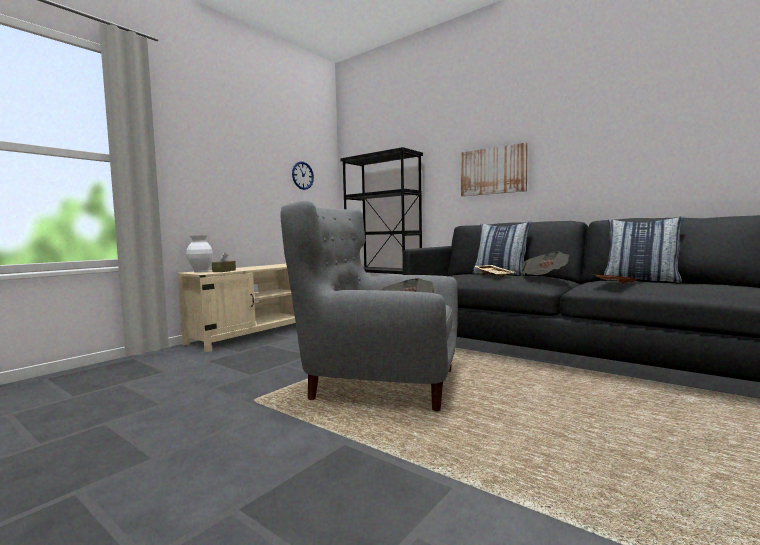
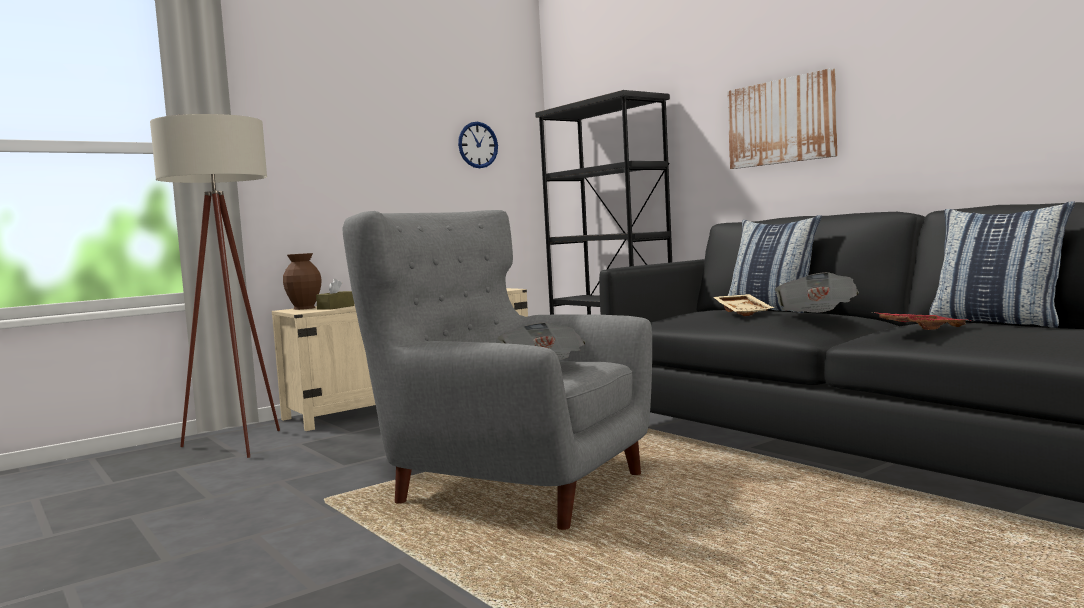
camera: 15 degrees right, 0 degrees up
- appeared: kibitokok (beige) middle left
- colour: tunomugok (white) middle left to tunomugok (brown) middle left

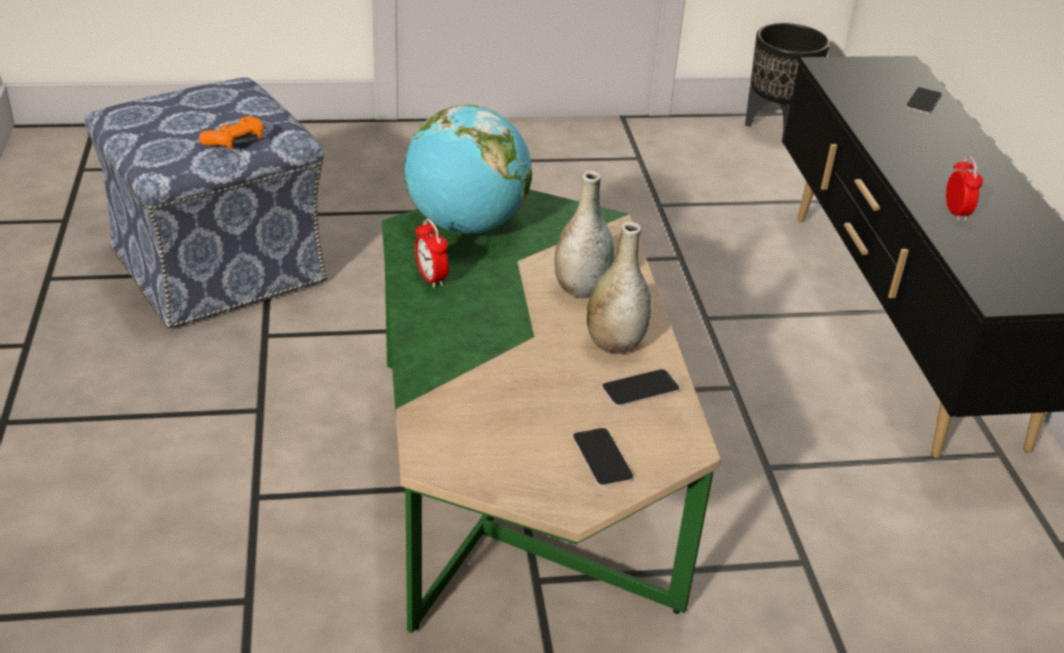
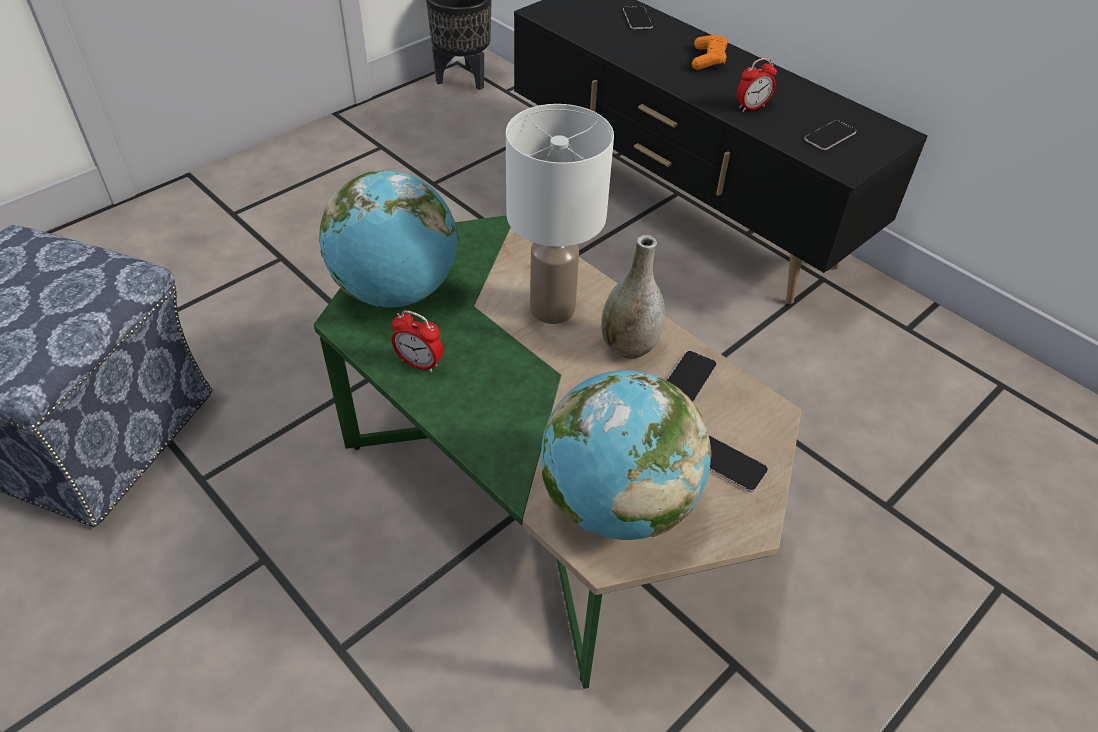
camera: 35 degrees left, 10 degrees up
- exchanged: tunomugok (grey) (no. 1 from left) centre to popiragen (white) top centre
- appeared: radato (no. 2 from left) centre
- relocated: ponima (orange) top left to top centre
- spun: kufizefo (no. 2 from left) top right = top right 105 degrees clockwise
- appeared: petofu (no. 4 from left) top right

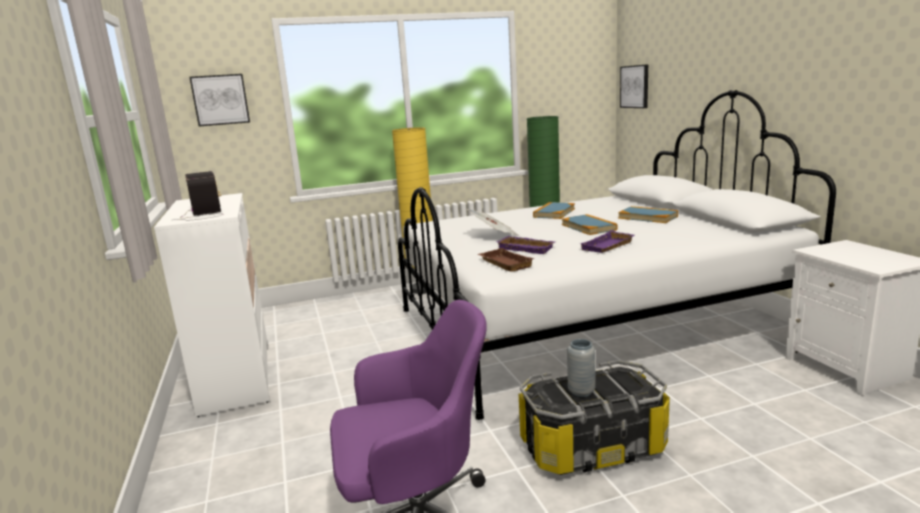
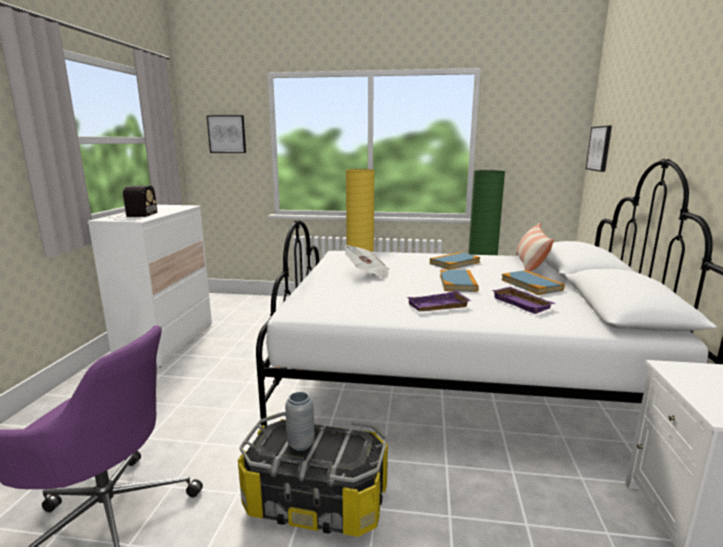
camera: 25 degrees right, 0 degrees up
- relocated: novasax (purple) (no. 1 from left in the first image) centre to novasax (purple) (no. 2 from left) middle right
- appeared: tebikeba middle right
- missing: novasax (brown) centre

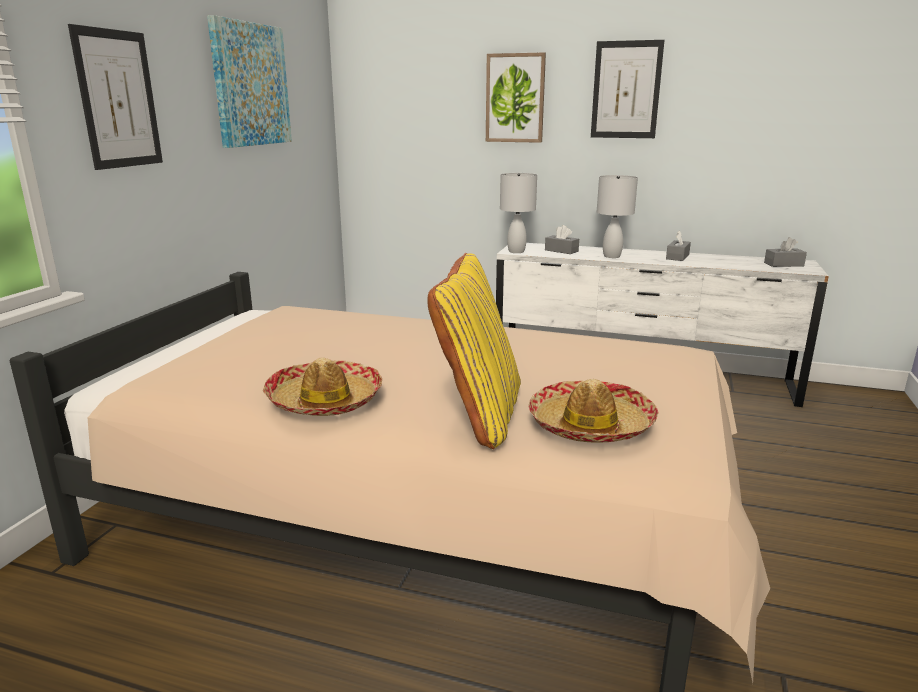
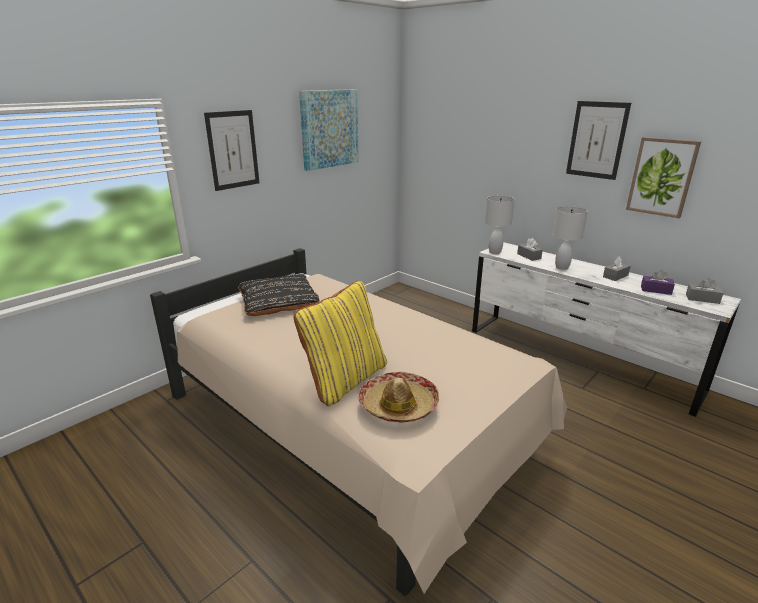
camera: 25 degrees right, 5 degrees up
- appeared: tebikeba (black) centre
- relocated: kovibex (no. 3 from left in the first image) top centre to kovibex (no. 4 from left) top right
- appeared: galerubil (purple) middle right
- missing: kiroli (no. 1 from left) centre

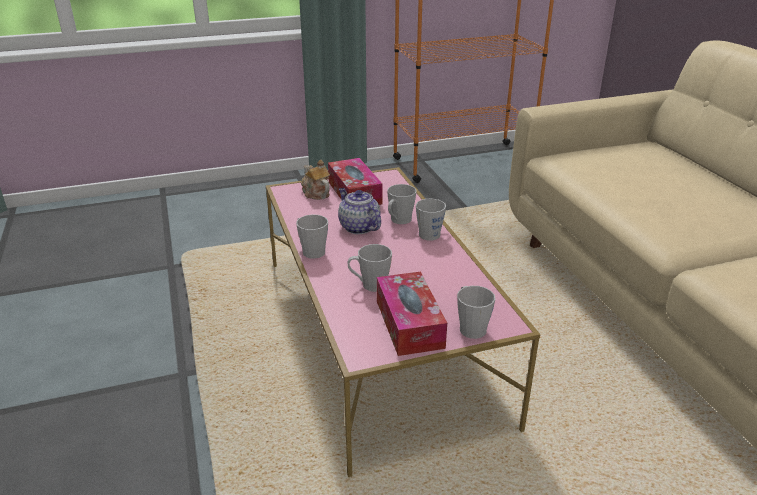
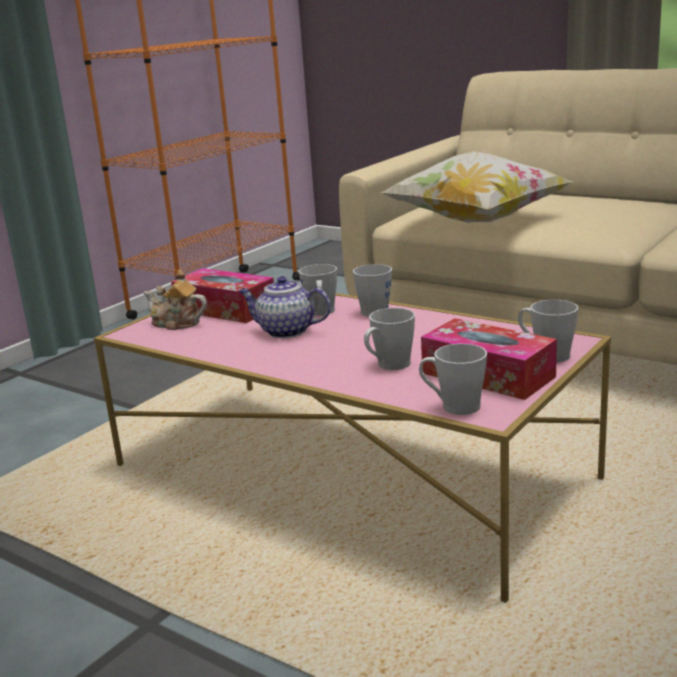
camera: 35 degrees left, 10 degrees down
- appeared: tebikeba top right
- relocated: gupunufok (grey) (no. 1 from left in the first image) centre to gupunufok (grey) (no. 4 from left) middle right

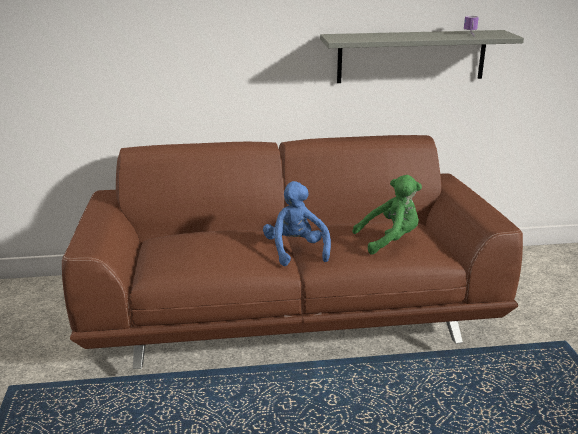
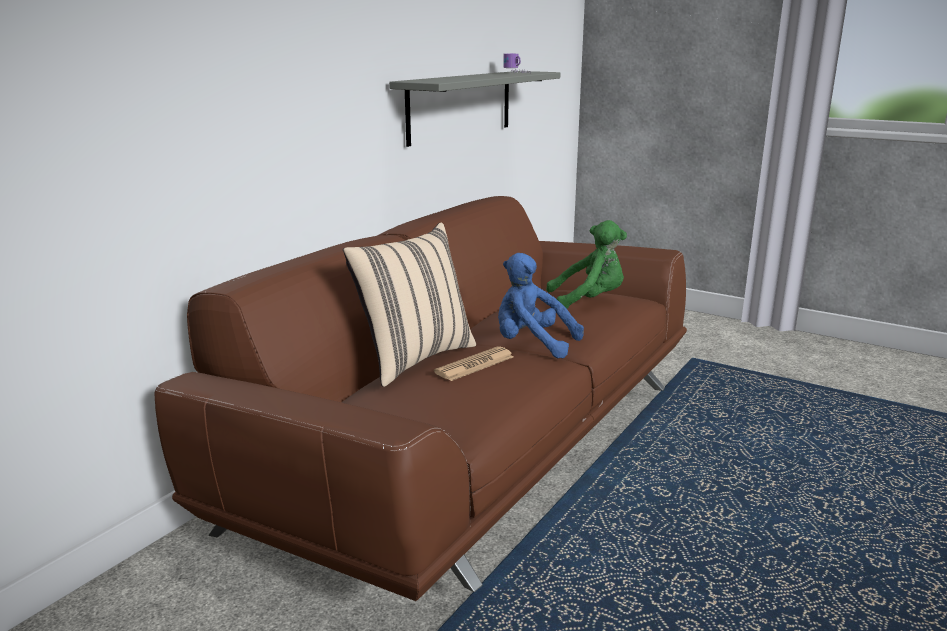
camera: 50 degrees left, 5 degrees down
- appeared: tebikeba (beige) centre
- appeared: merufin centre
- spun: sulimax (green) middle right = centre 60 degrees clockwise

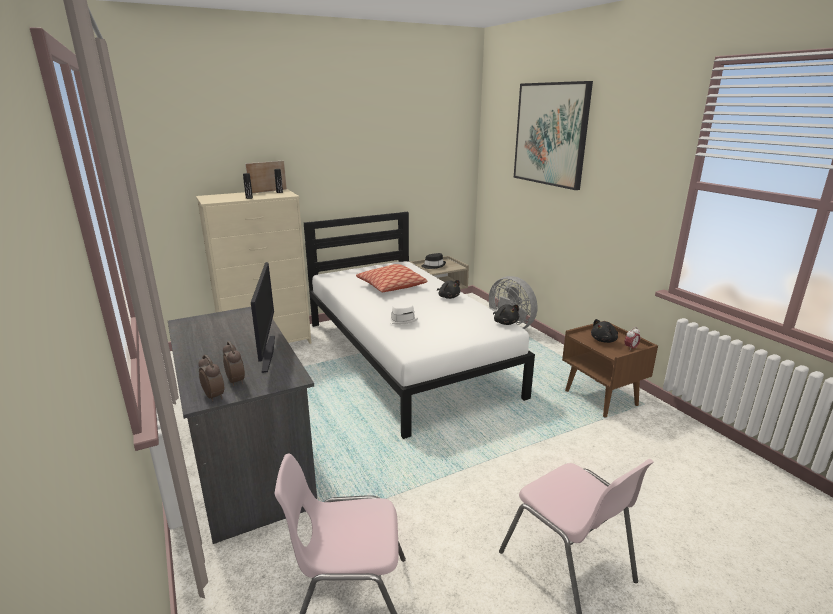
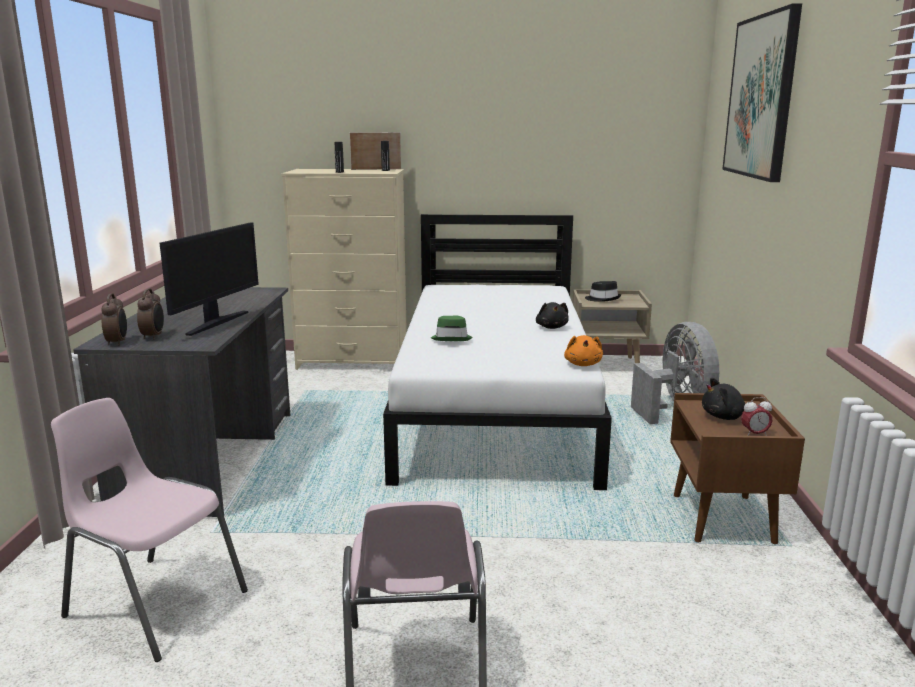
camera: 30 degrees right, 5 degrees down
- colour: kiroli (white) centre to kiroli (green) centre
- colour: sulimax (black) (no. 2 from left) centre to sulimax (orange) centre
- missing: tebikeba centre

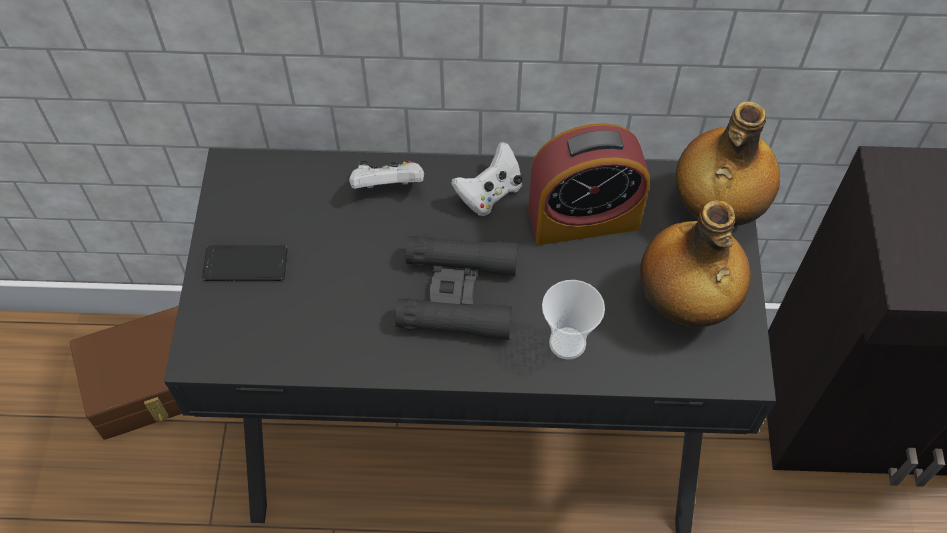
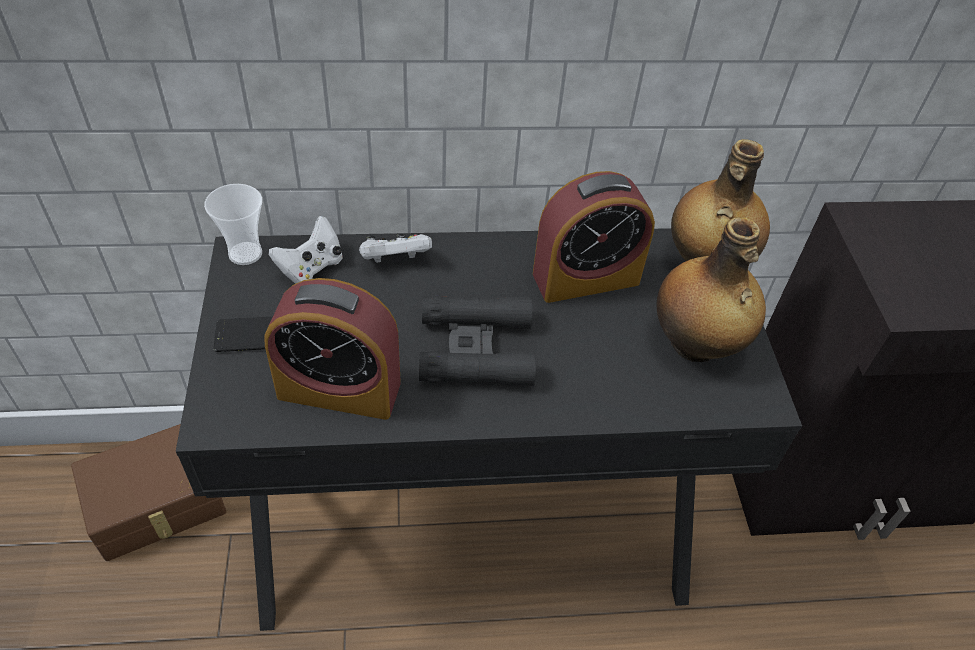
camera: 10 degrees left, 10 degrees down
- relocated: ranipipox centre to middle left
- appeared: kufizefo (no. 1 from left) centre
- relocated: ponima (white) (no. 2 from left in the first image) centre to ponima (white) (no. 1 from left) middle left

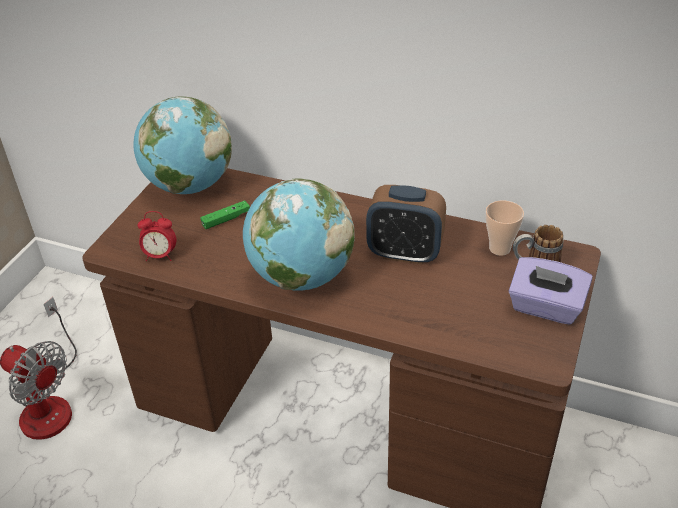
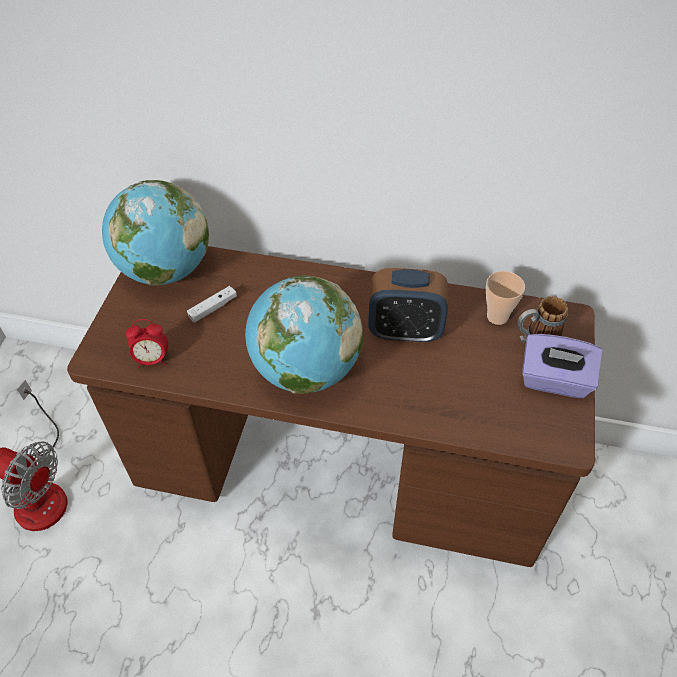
camera: 10 degrees left, 10 degrees up
- colour: ponima (green) middle left to ponima (white) middle left

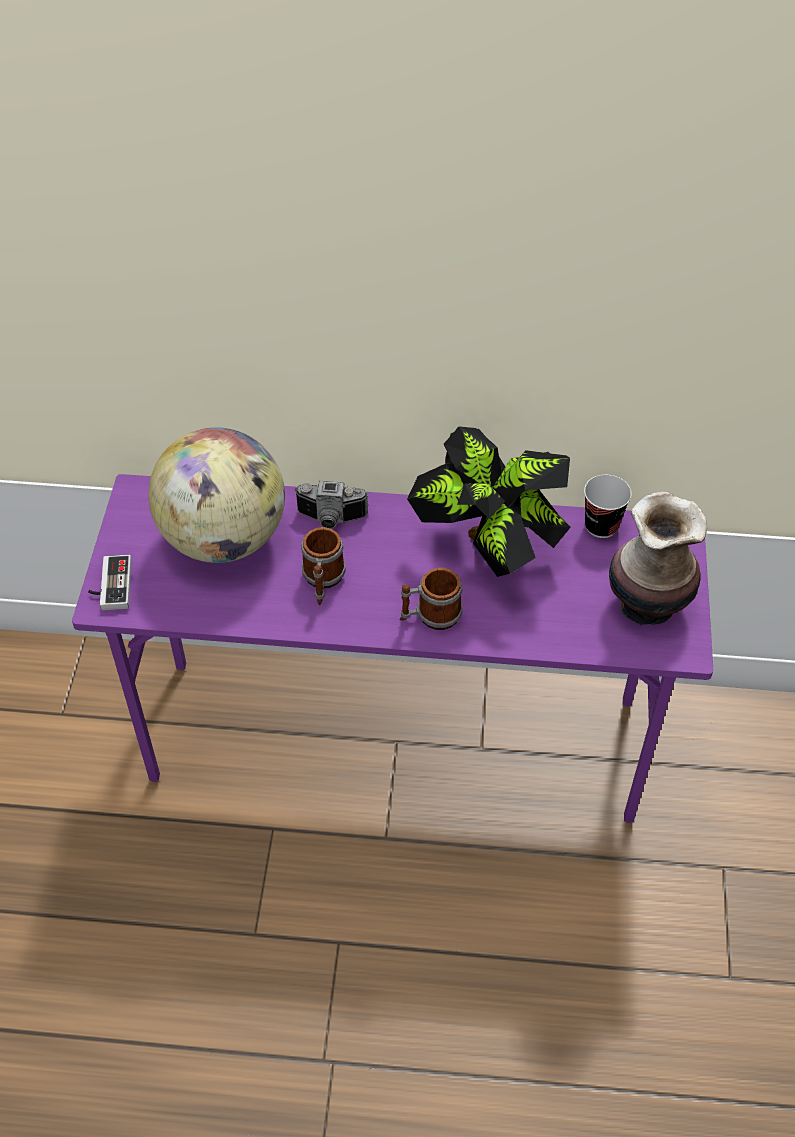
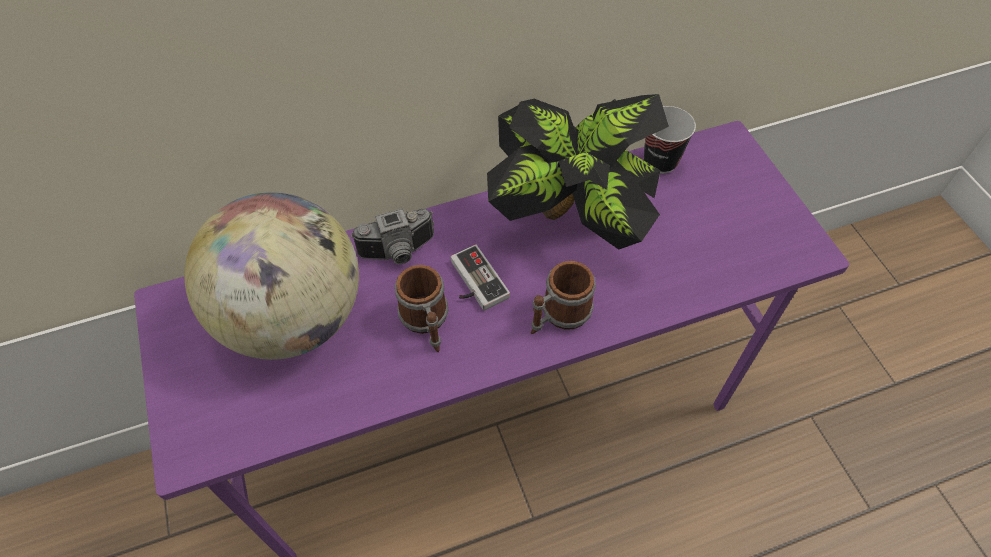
camera: 25 degrees left, 5 degrees up
- relocated: ponima middle left to centre
- missing: tunomugok middle right

